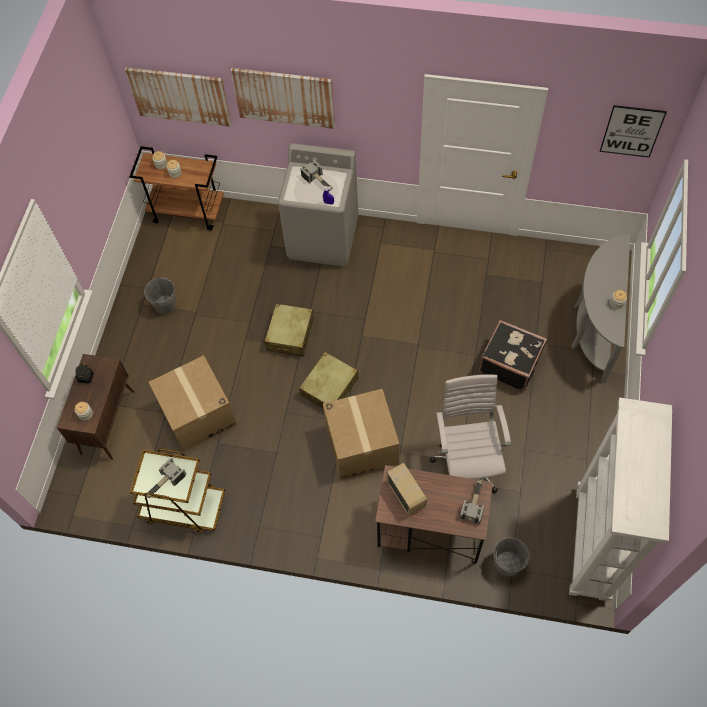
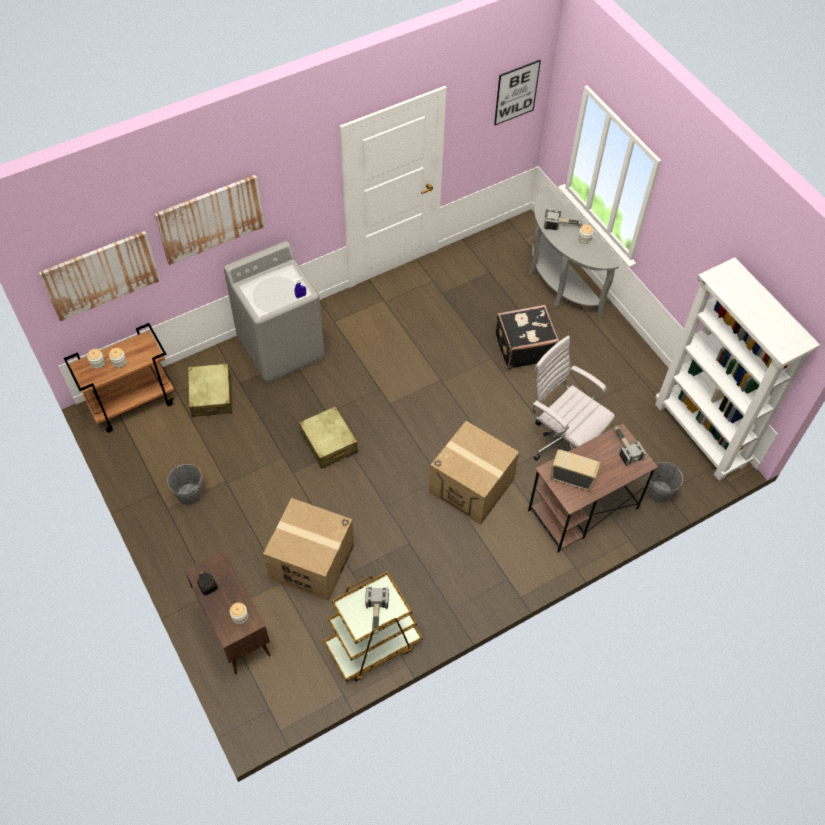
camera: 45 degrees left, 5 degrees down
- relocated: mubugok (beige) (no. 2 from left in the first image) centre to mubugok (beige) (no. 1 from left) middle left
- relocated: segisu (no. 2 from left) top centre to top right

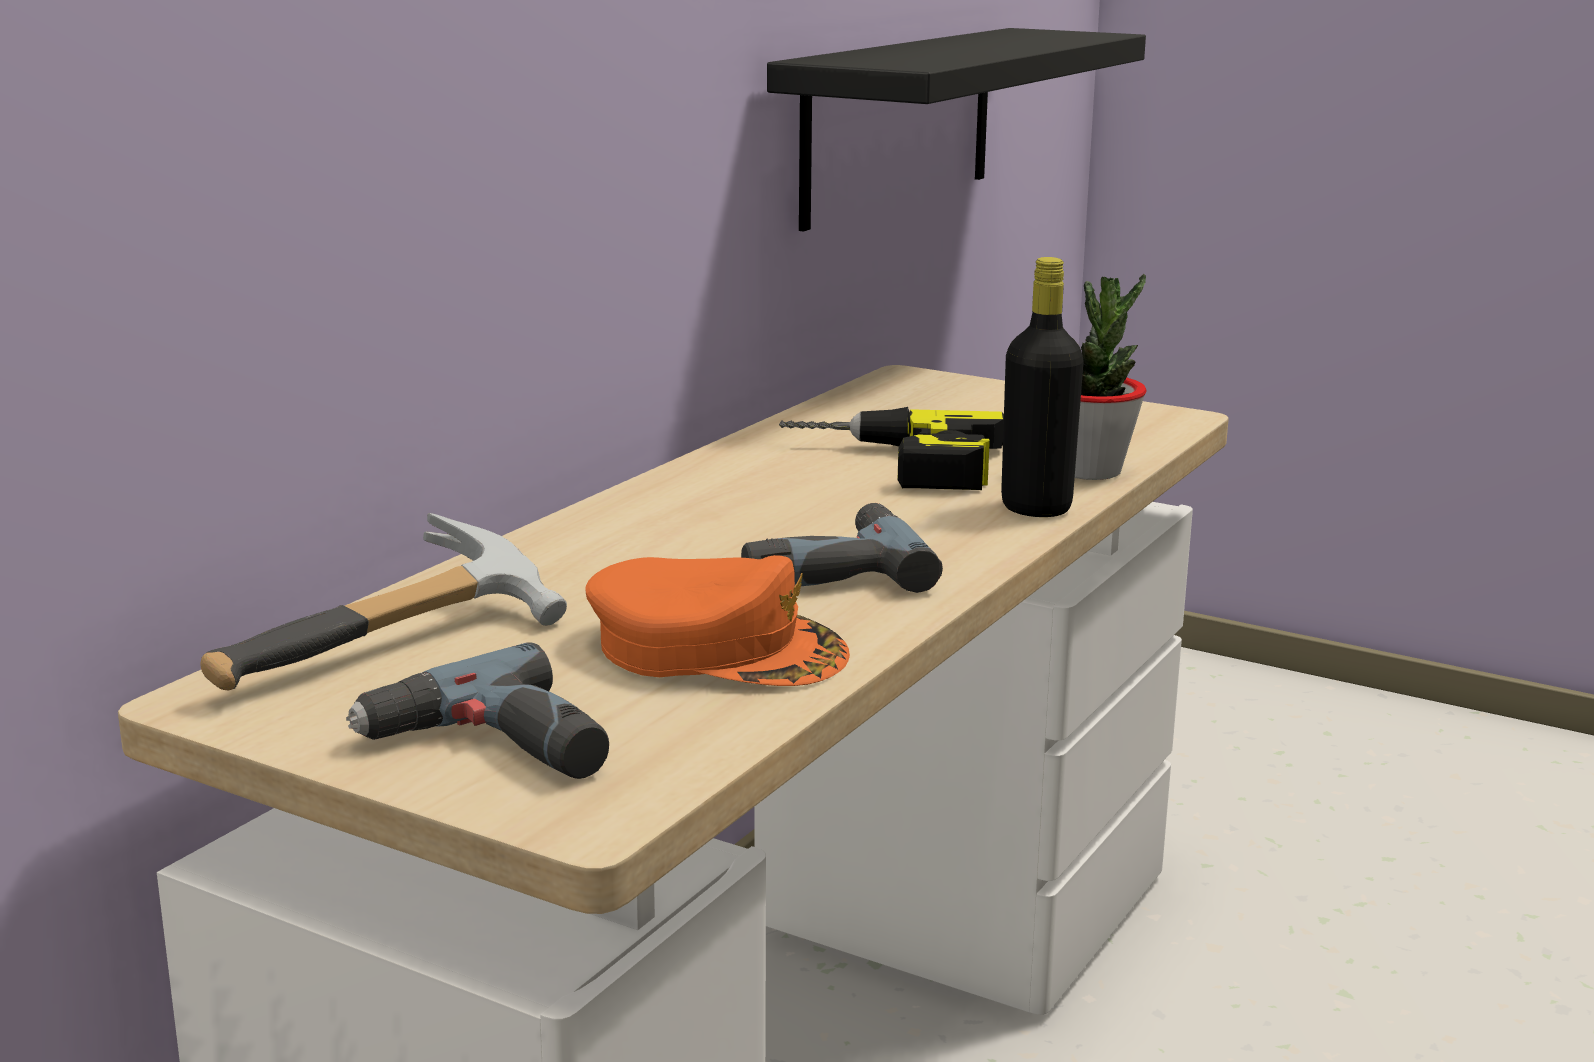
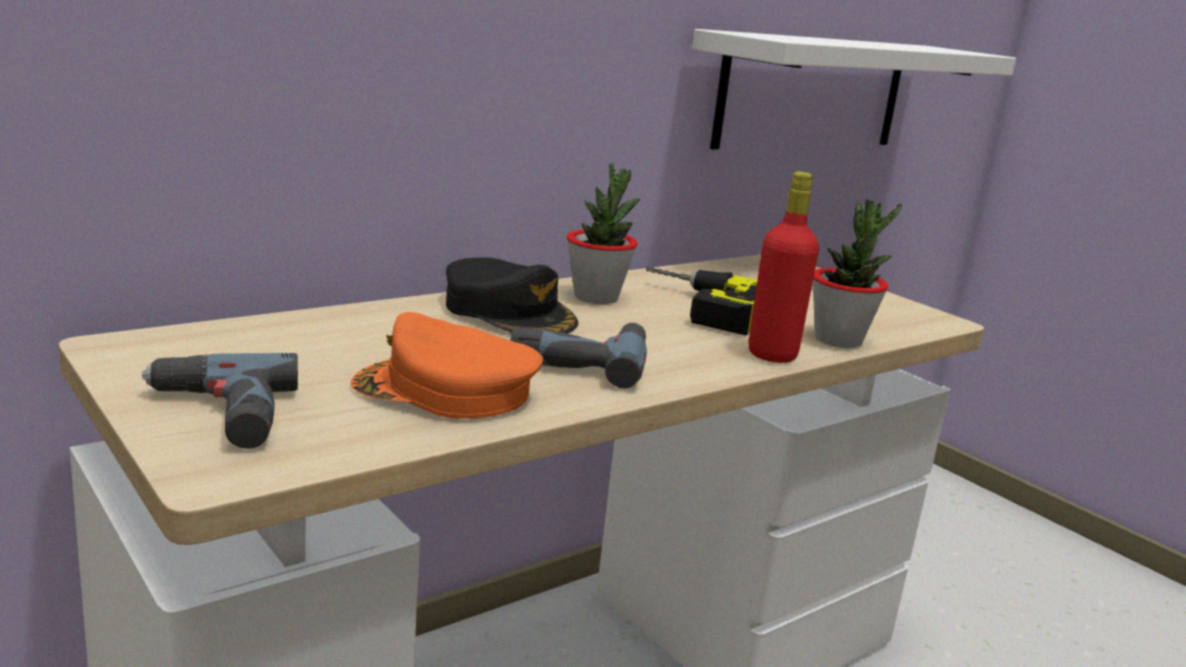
camera: 20 degrees right, 0 degrees up
- spun: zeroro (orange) centre = centre 150 degrees clockwise
- appeared: zeroro (black) centre
- appeared: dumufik (no. 1 from left) centre
- colour: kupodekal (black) top centre to kupodekal (white) top right
- colour: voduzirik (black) centre to voduzirik (red) centre
- missing: segisu middle left

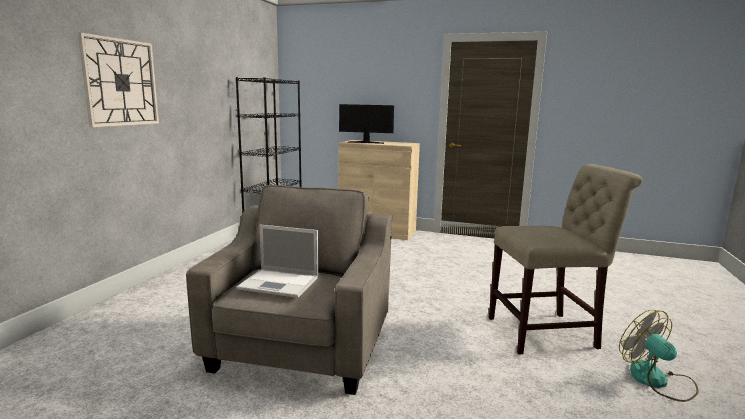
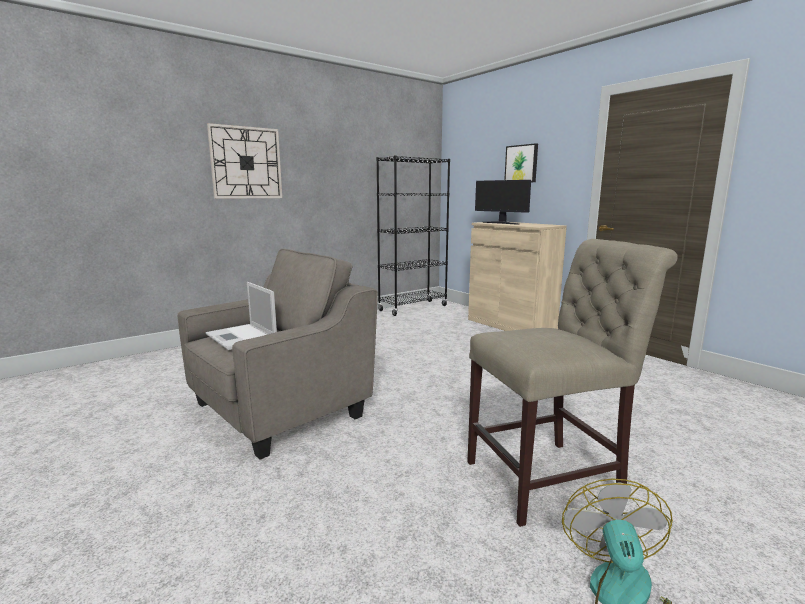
camera: 35 degrees right, 0 degrees up
- spun: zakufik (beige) middle right = middle right 45 degrees counterclockwise
- appeared: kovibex top centre

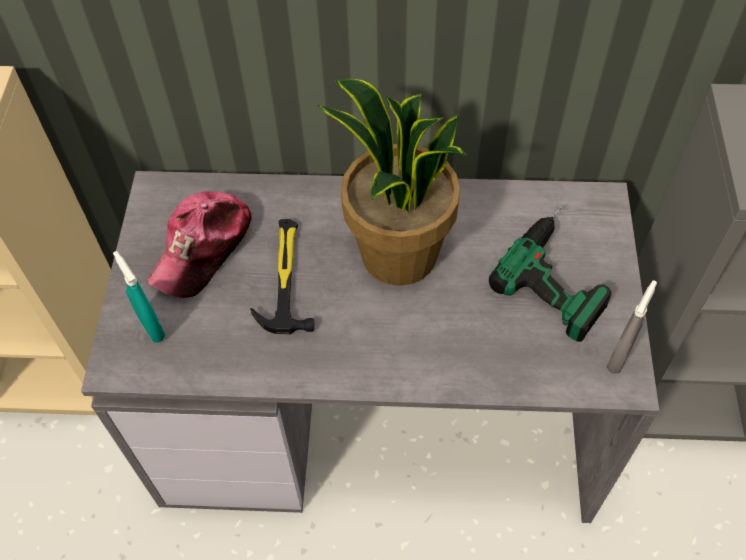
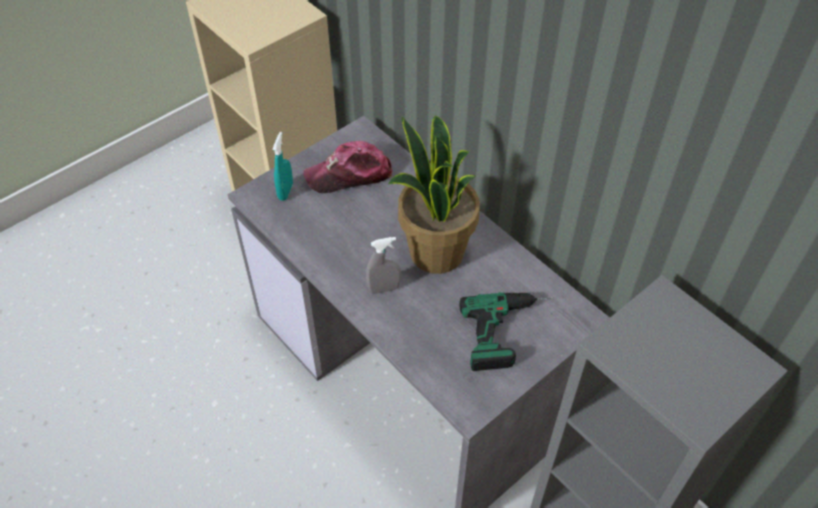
camera: 45 degrees right, 5 degrees down
- relocated: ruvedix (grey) middle right to centre
- missing: segisu centre

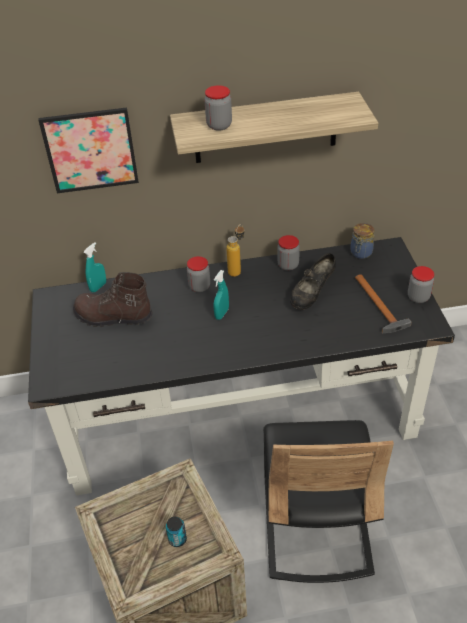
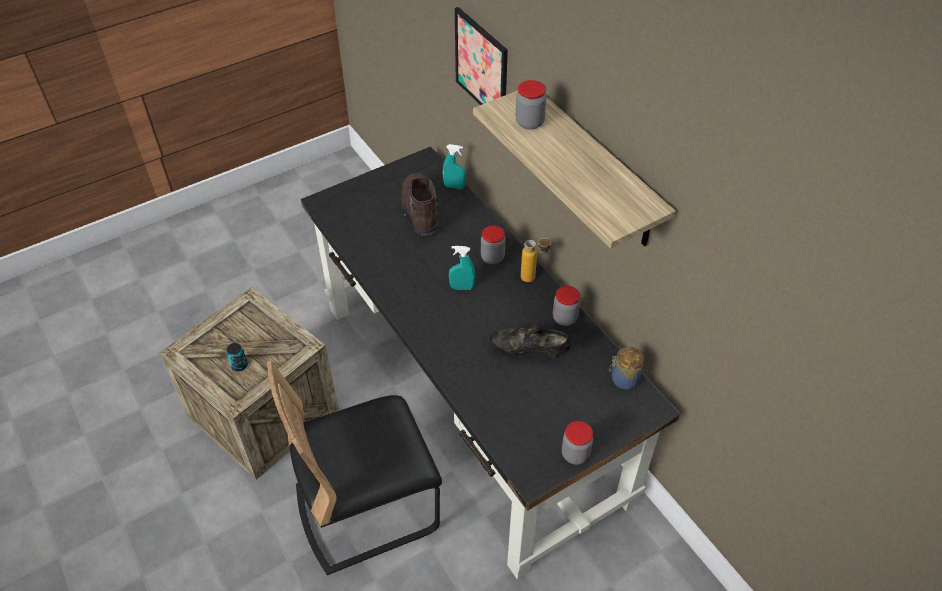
camera: 65 degrees right, 5 degrees up
- missing: segisu middle right

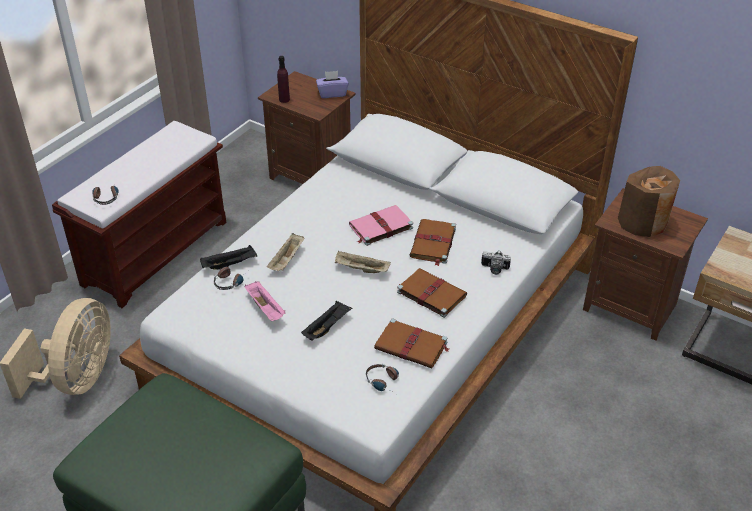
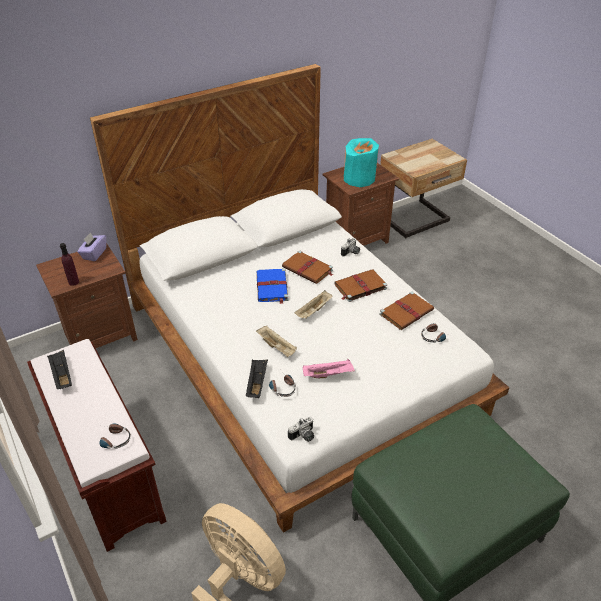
camera: 65 degrees left, 0 degrees up
- relocated: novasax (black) (no. 2 from left in the first image) centre to novasax (black) (no. 1 from left) middle left
- colour: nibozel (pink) centre to nibozel (blue) centre
- appeared: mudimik (no. 1 from left) bottom centre
- colour: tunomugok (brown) middle right to tunomugok (turquoise) top centre

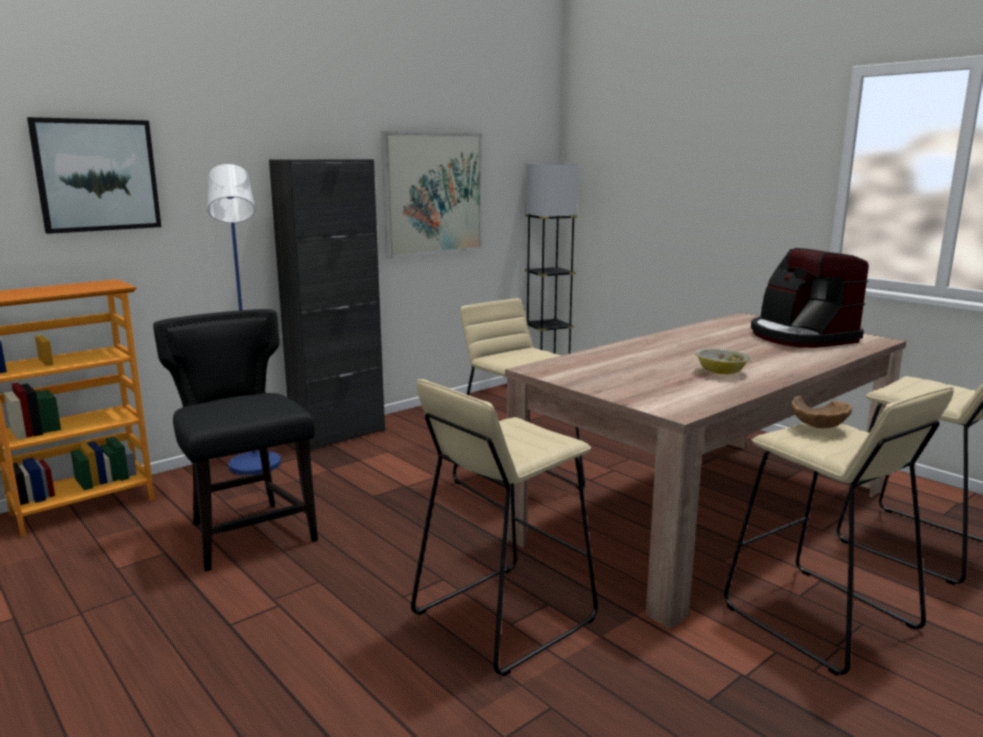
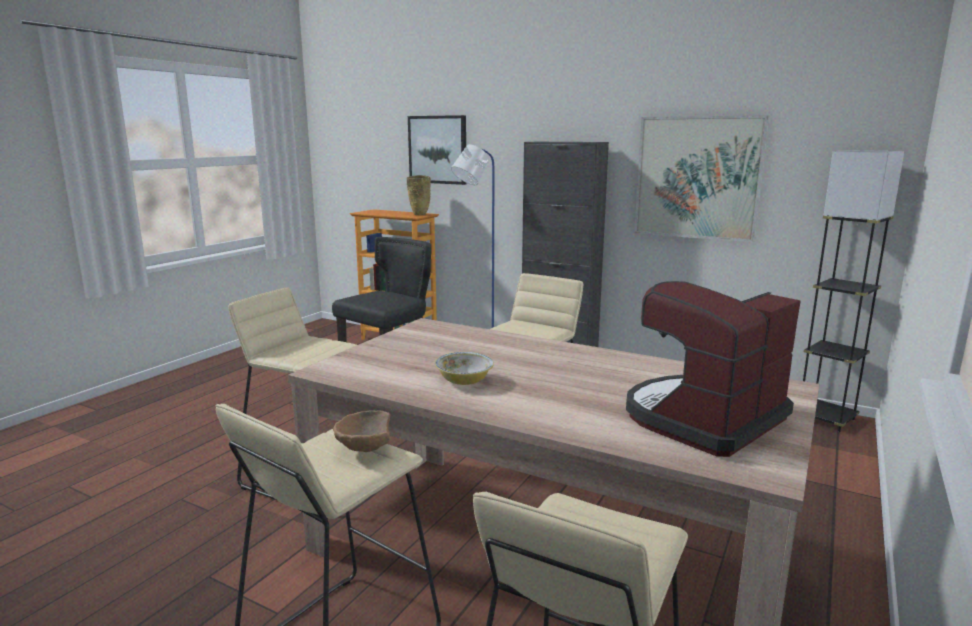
camera: 70 degrees right, 0 degrees up
- appeared: tunomugok (beige) top centre

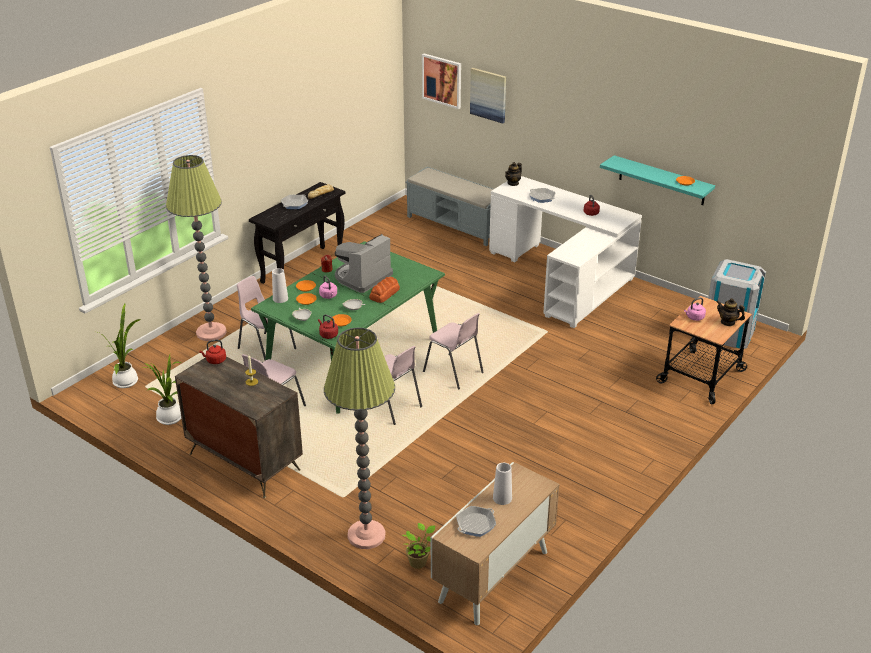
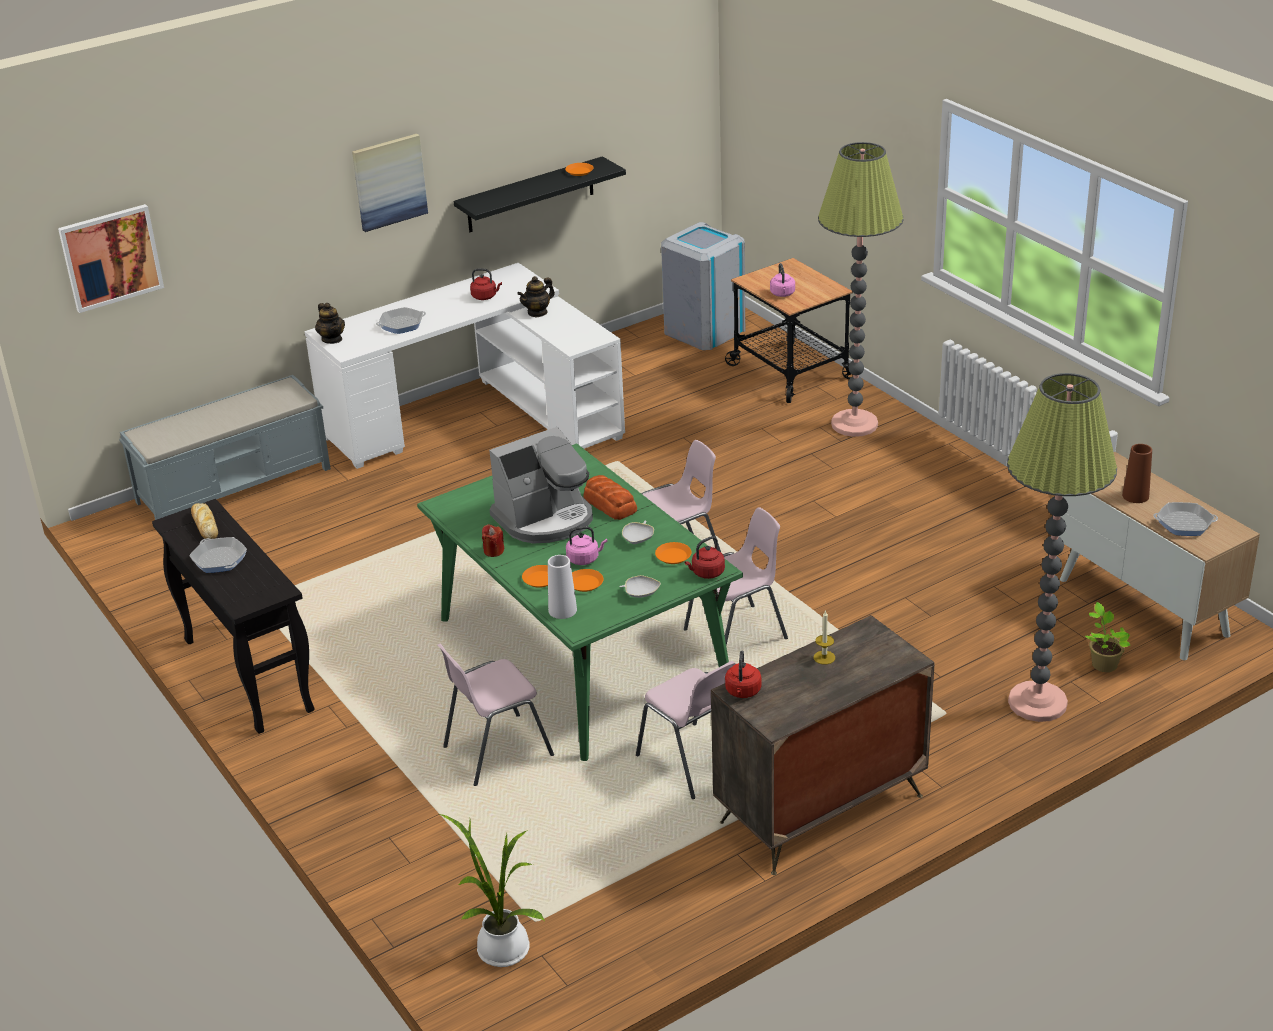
camera: 70 degrees left, 0 degrees up
- relocated: kovibex (no. 2 from left) top centre to top left
- colour: kupodekal (turquoise) top right to kupodekal (black) top centre
- spun: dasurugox centre = centre 90 degrees counterclockwise
- relocated: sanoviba (no. 2 from left) middle right to top centre
- relocated: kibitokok (no. 1 from left) middle left to top right
- colour: tunomugok (white) (no. 2 from left) bottom centre to tunomugok (brown) middle right
- spun: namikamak (no. 2 from left in the first image) bottom centre = middle right 120 degrees clockwise
- missing: dumufik (no. 2 from left) middle left

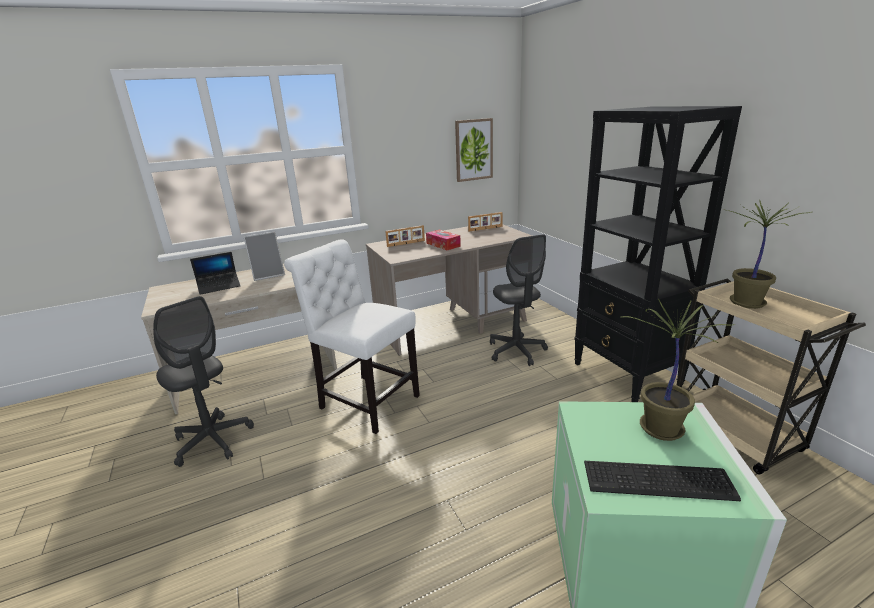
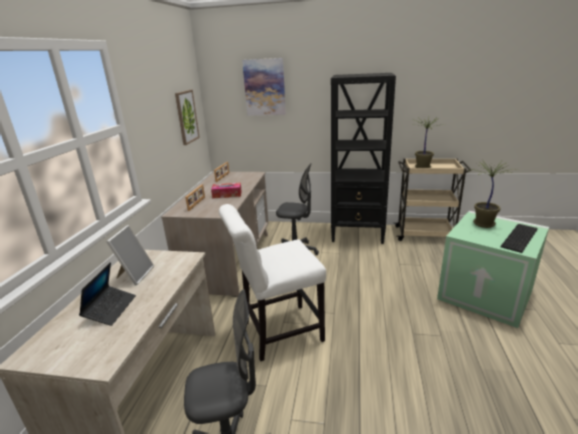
camera: 55 degrees left, 0 degrees up
- appeared: kovibex (no. 2 from left) top centre

